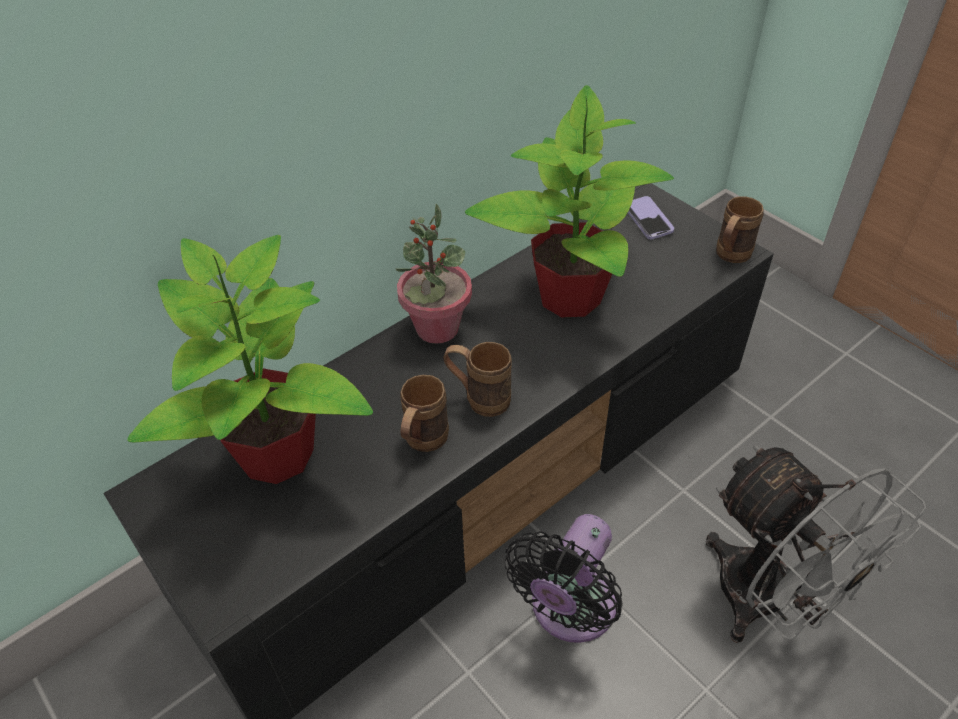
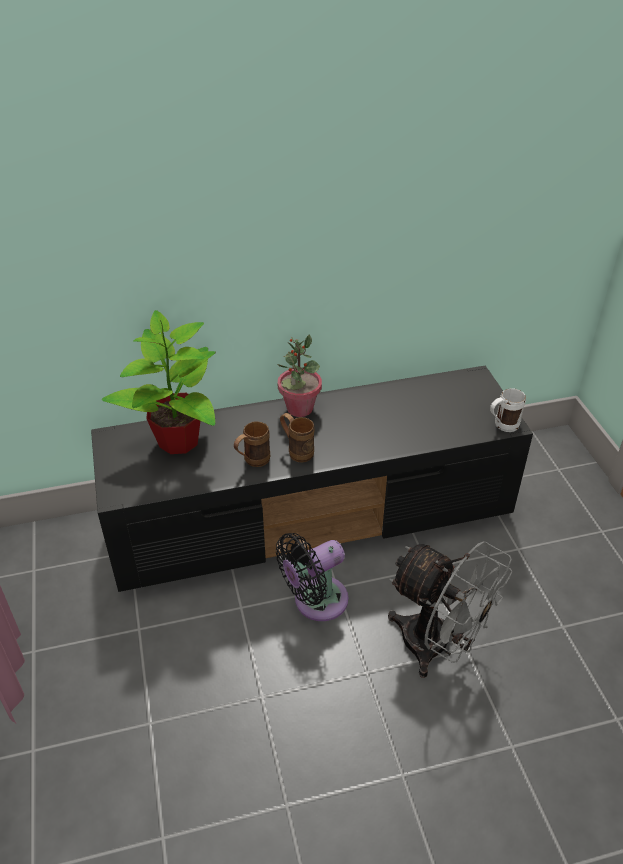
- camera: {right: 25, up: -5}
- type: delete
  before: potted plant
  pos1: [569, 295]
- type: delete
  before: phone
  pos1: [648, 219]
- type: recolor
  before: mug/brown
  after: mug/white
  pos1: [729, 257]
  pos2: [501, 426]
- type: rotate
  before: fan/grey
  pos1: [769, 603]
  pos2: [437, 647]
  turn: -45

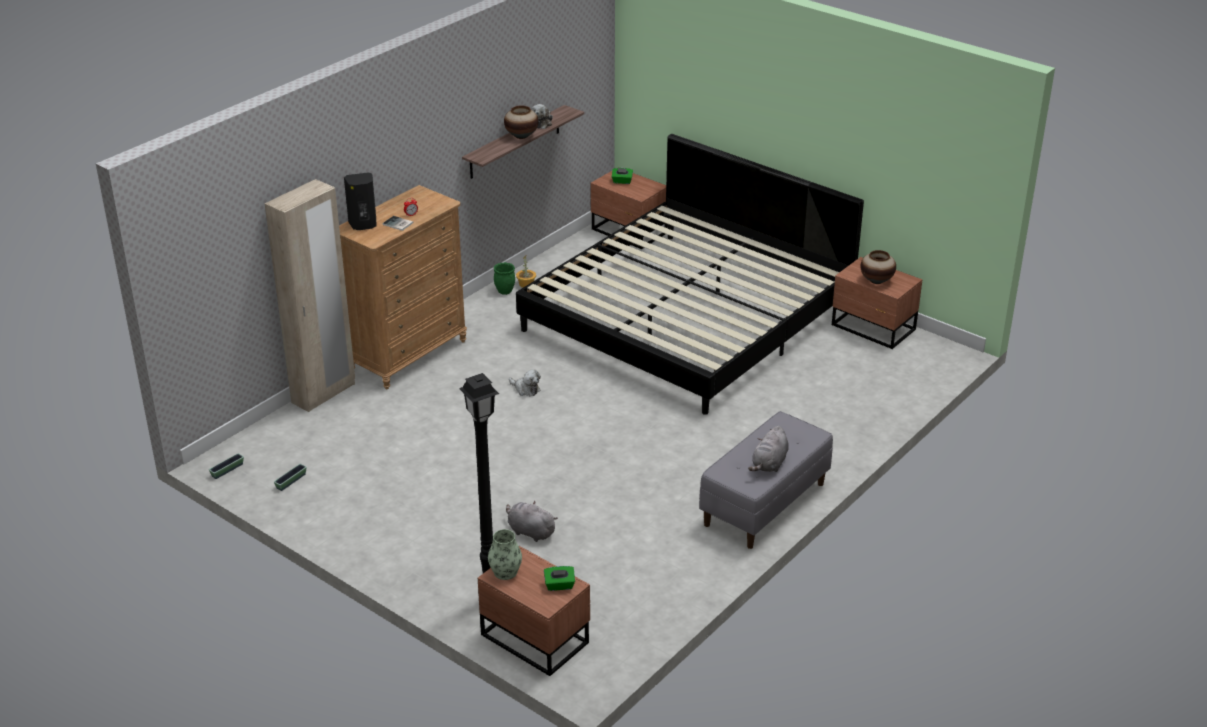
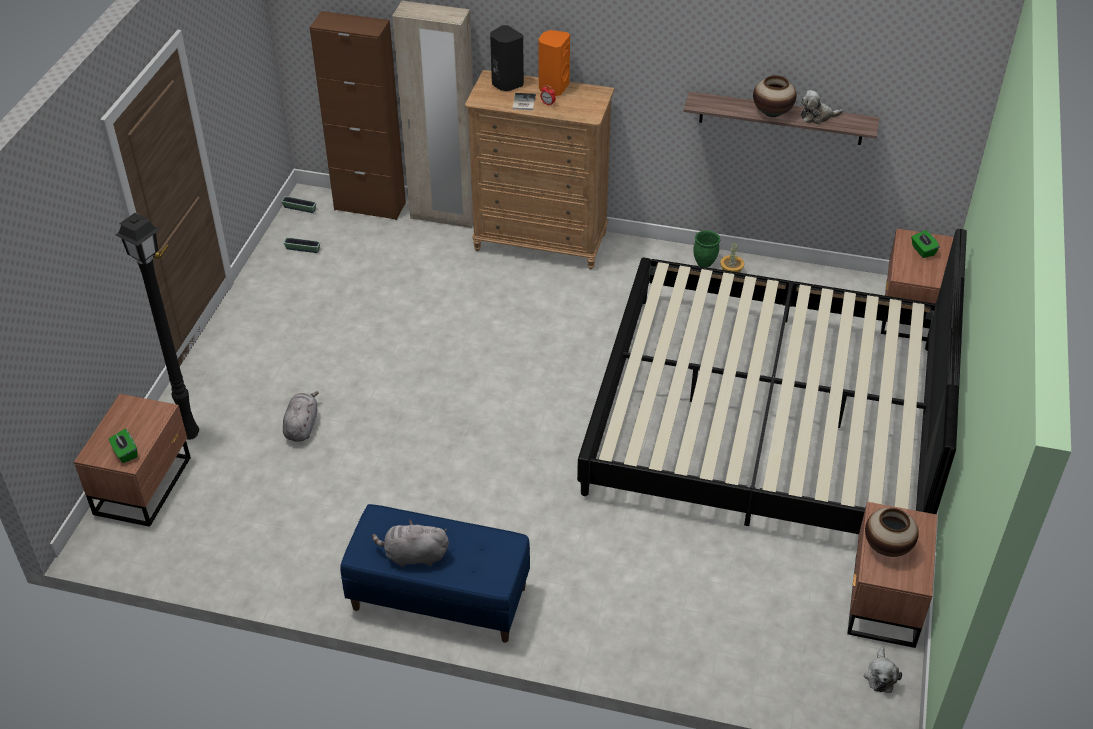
- camera: {right: 65, up: 10}
- type: delete
  before: vase
  pos1: [505, 572]
- type: insert
  after: cabinet/brown
  pos2: [370, 206]
- type: insert
  after: speaker/orange
  pos2: [553, 87]
- type: move
  before: plush toy
  pos1: [525, 389]
  pos2: [880, 675]
- type: recolor
  before: bench/grey
  after: bench/blue
  pos1: [764, 505]
  pos2: [438, 598]

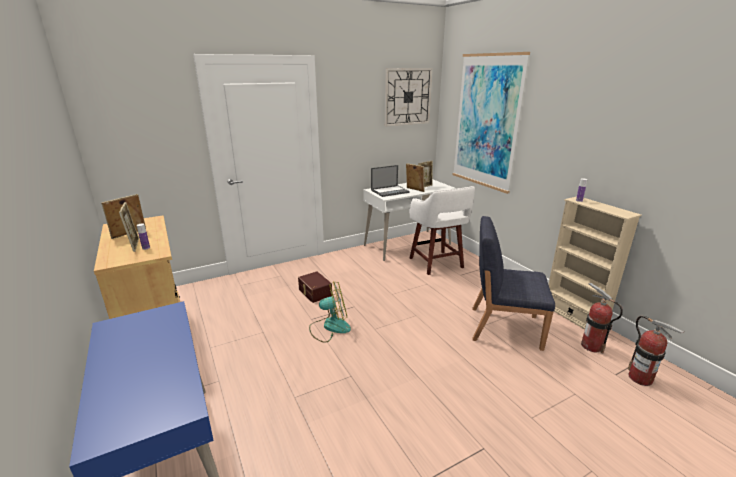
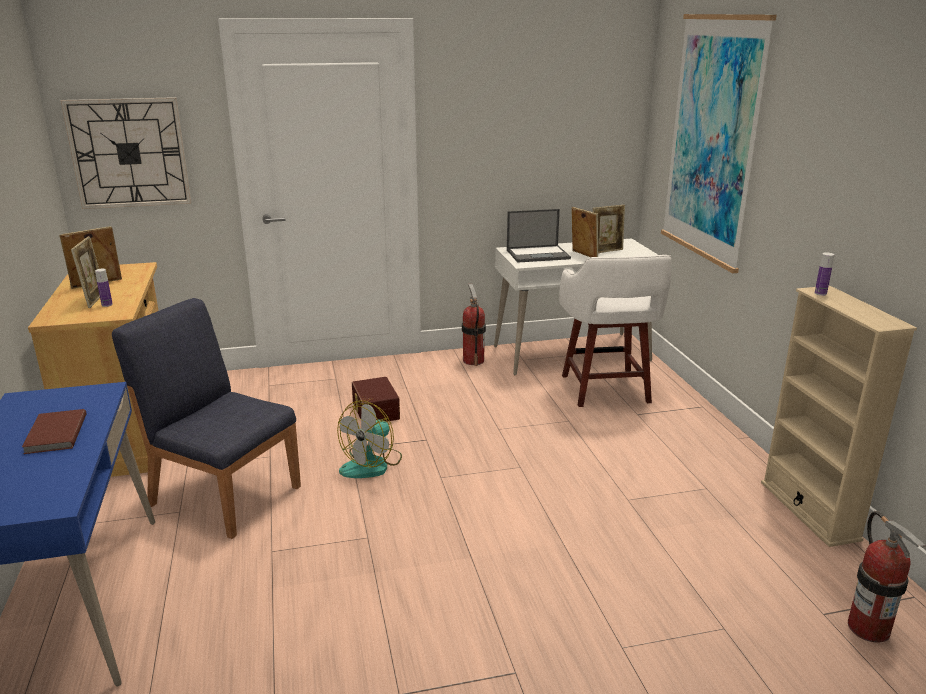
- camera: {right: 15, up: 0}
- type: insert
  after: book/brown
  pos2: [54, 434]
- type: move
  before: wall clock
  pos1: [407, 97]
  pos2: [129, 153]
- type: move
  before: chair/blue
  pos1: [503, 327]
  pos2: [224, 494]
- type: move
  before: fire extinguisher
  pos1: [591, 346]
  pos2: [473, 360]
- type: rotate
  before: fan
  pos1: [330, 327]
  pos2: [372, 464]
  turn: 120

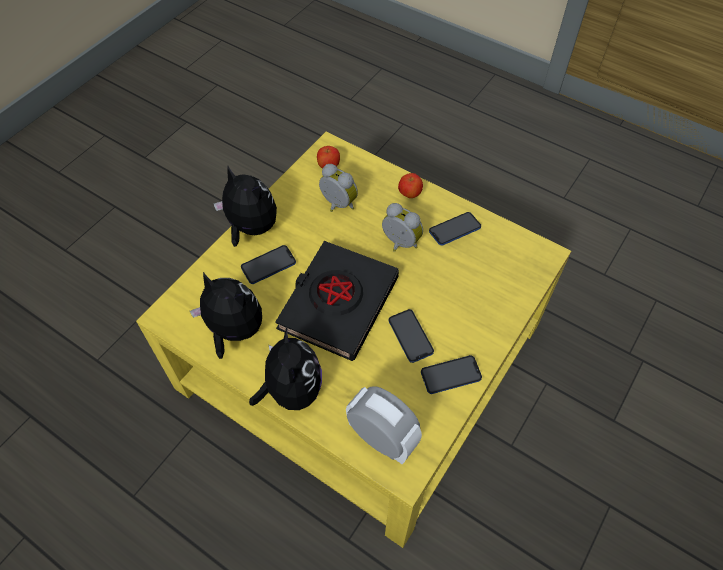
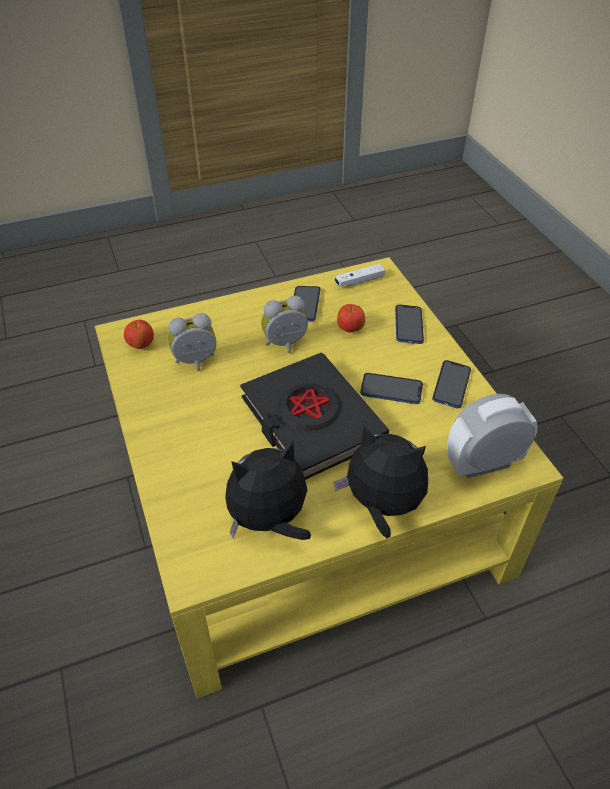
- camera: {right: -55, up: -10}
- type: delete
  before: plush toy
  pos1: [250, 228]
- type: insert
  after: game controller/white
  pos2: [359, 281]
- type: move
  before: phone
  pos1: [268, 265]
  pos2: [408, 325]
- type: move
  before: apple
  pos1: [409, 194]
  pos2: [350, 329]

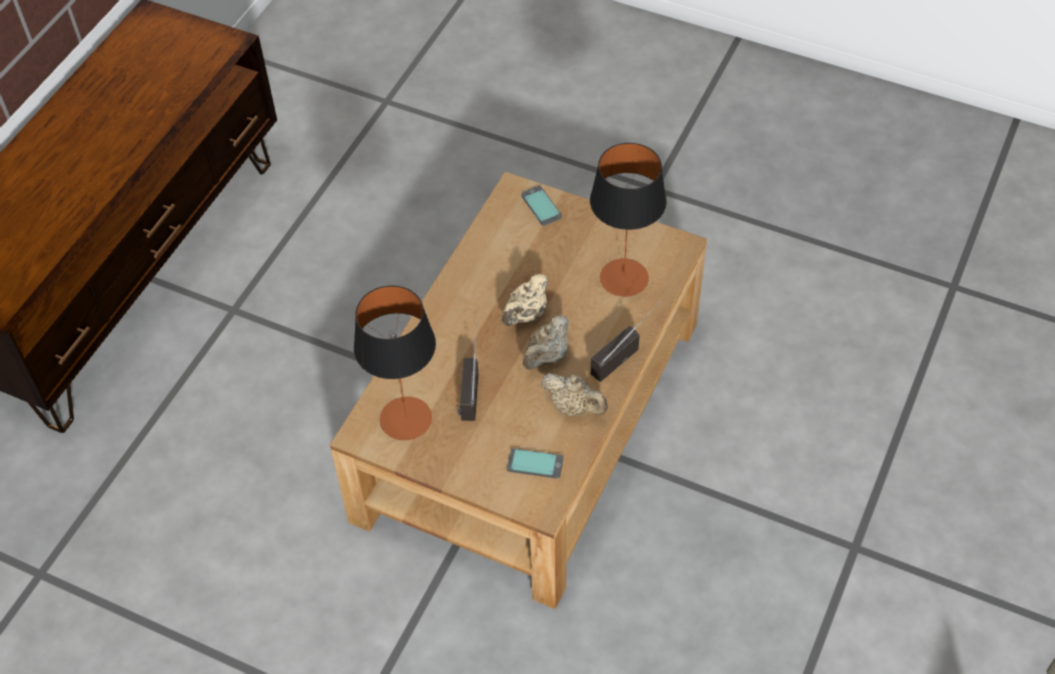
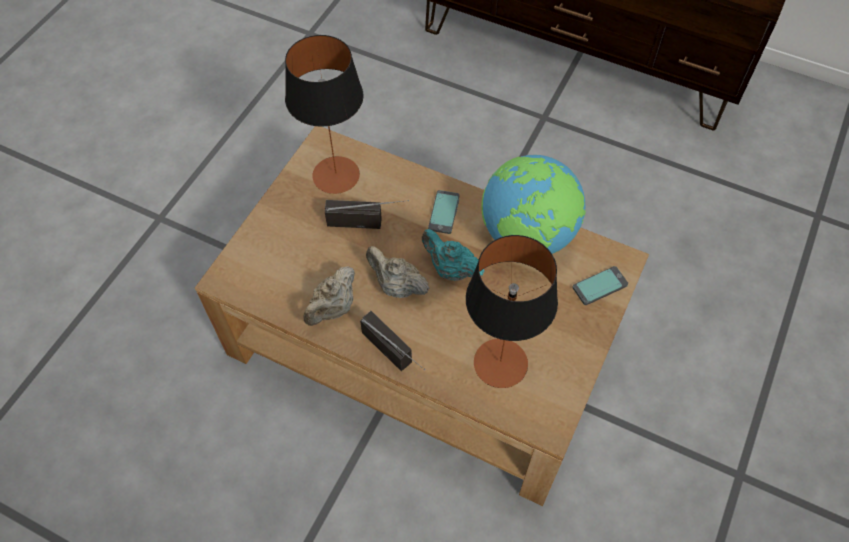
- camera: {right: 90, up: 5}
- type: insert
  after: globe
  pos2: [528, 236]
- type: move
  before: phone
  pos1: [535, 464]
  pos2: [444, 212]
- type: recolor
  before: teapot/beige
  after: teapot/turquoise
  pos1: [526, 315]
  pos2: [451, 269]

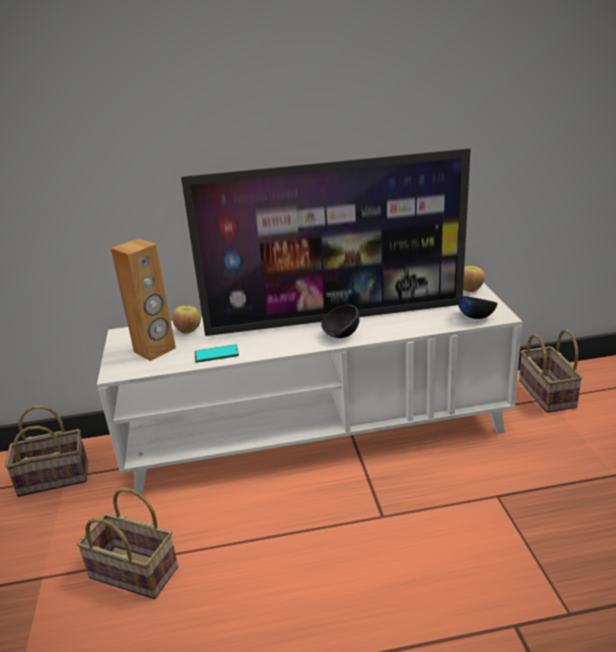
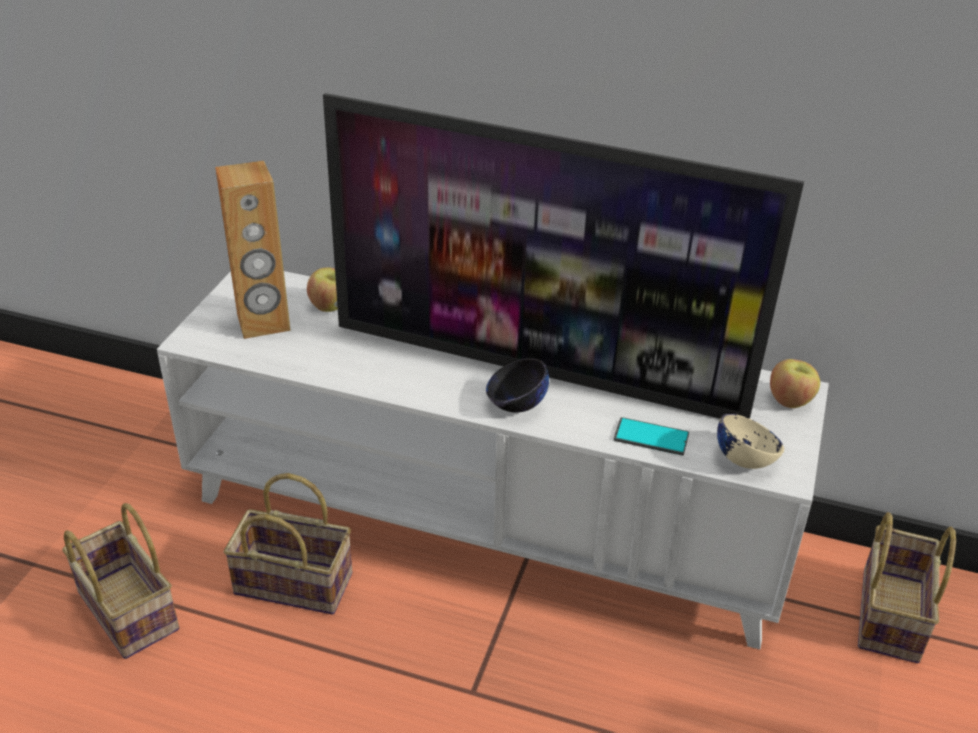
- camera: {right: 25, up: 10}
- type: move
  before: basket
  pos1: [55, 477]
  pos2: [297, 582]
- type: move
  before: phone
  pos1: [216, 354]
  pos2: [651, 437]
- type: recolor
  before: bowl/black
  after: bowl/beige
  pos1: [476, 317]
  pos2: [745, 459]

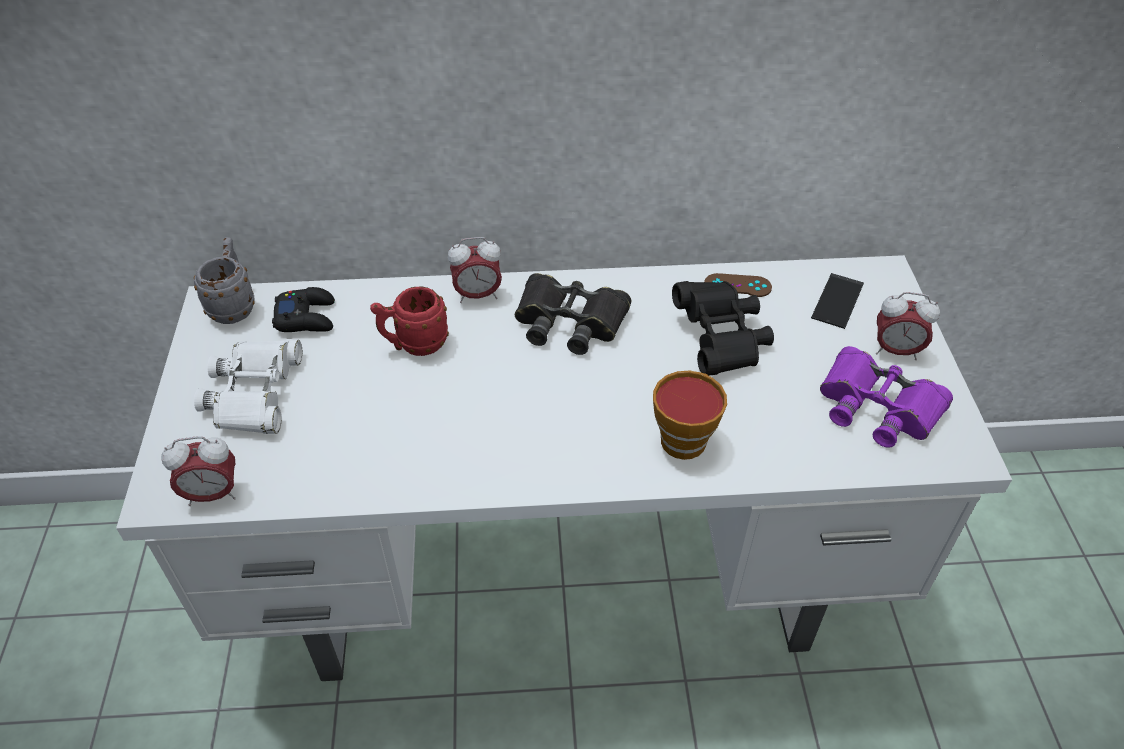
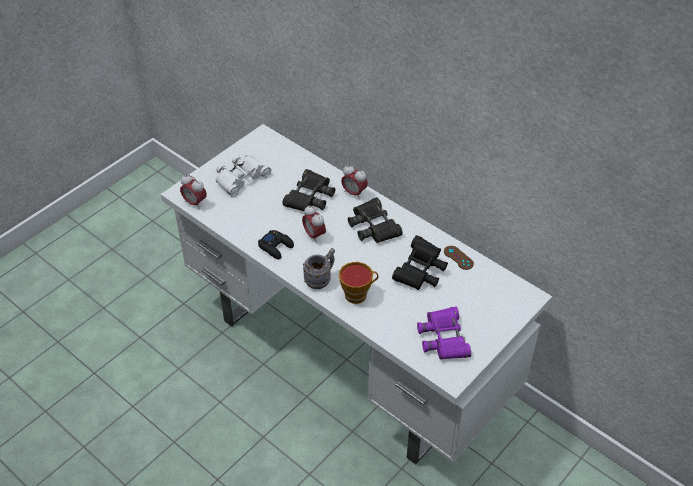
- camera: {right: 45, up: 0}
- type: delete
  before: phone
  pos1: [837, 301]
- type: move
  before: mug/grey
  pos1: [234, 305]
  pos2: [321, 279]
- type: move
  before: game controller/black
  pos1: [306, 317]
  pos2: [276, 247]
- type: move
  before: alarm clock
  pos1: [895, 351]
  pos2: [314, 235]
- type: replace
  before: mug/red
  after: binoculars/black
  pos1: [414, 344]
  pos2: [309, 196]

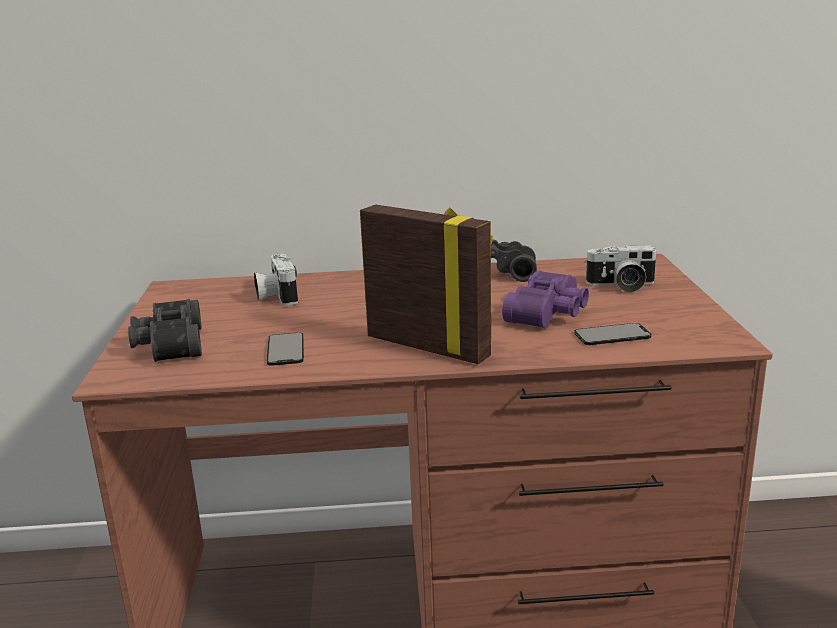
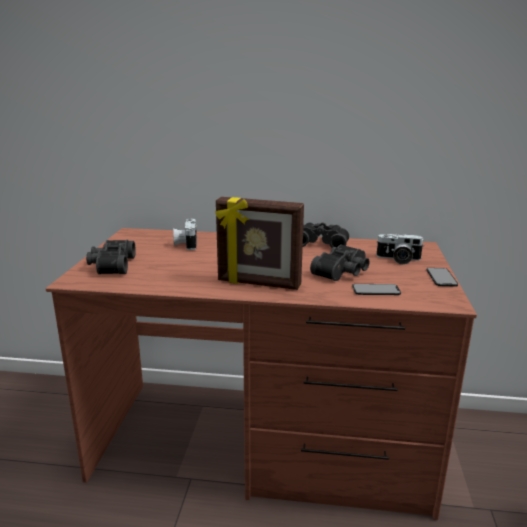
- camera: {right: 10, up: 0}
- type: move
  before: phone
  pos1: [285, 349]
  pos2: [441, 277]
- type: recolor
  before: binoculars/purple
  after: binoculars/black
  pos1: [550, 314]
  pos2: [343, 272]
- type: rotate
  before: picture frame
  pos1: [429, 346]
  pos2: [258, 284]
  turn: 150

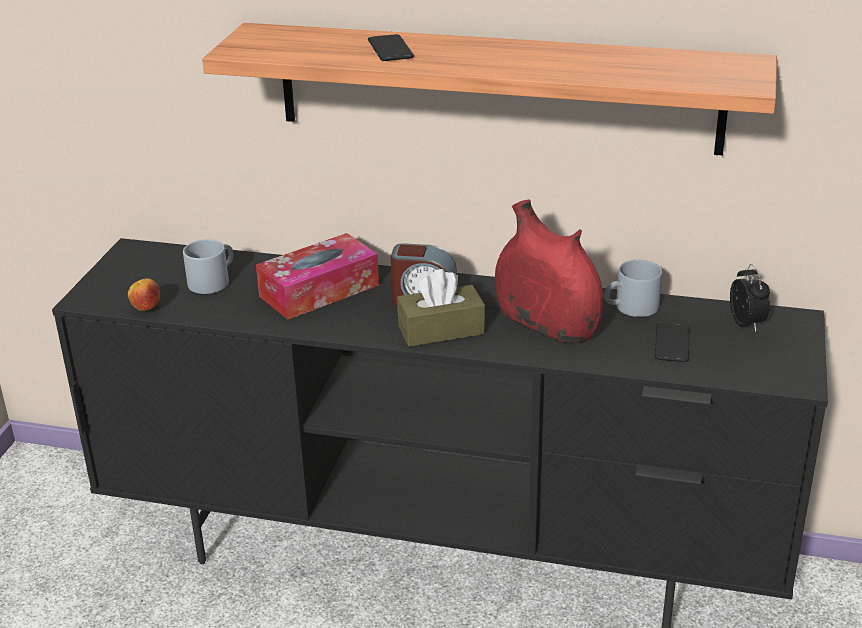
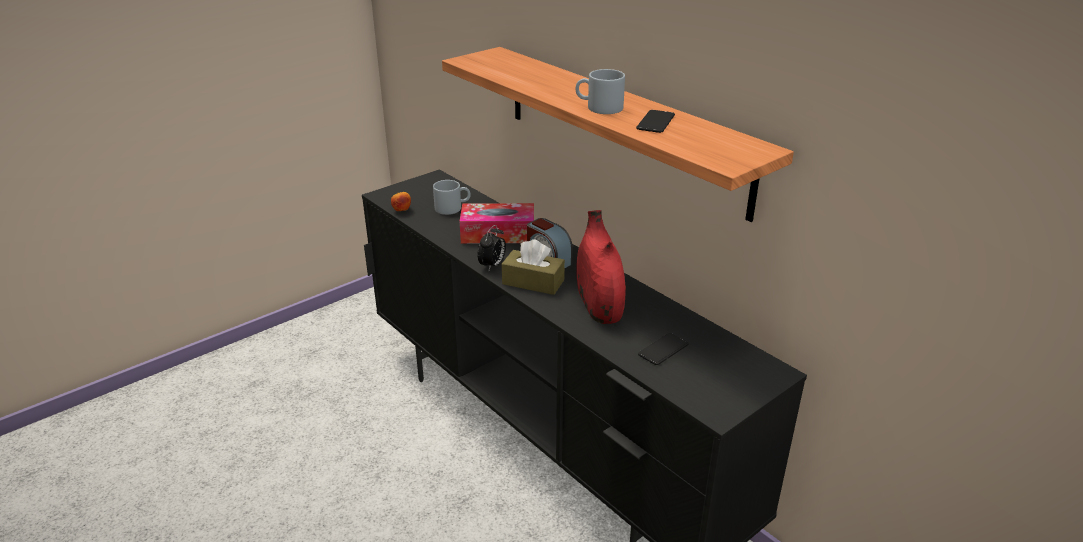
- camera: {right: 35, up: 0}
- type: move
  before: phone
  pos1: [390, 49]
  pos2: [655, 122]
- type: move
  before: mug/grey
  pos1: [630, 308]
  pos2: [599, 107]
- type: move
  before: alarm clock
  pos1: [747, 324]
  pos2: [492, 265]

